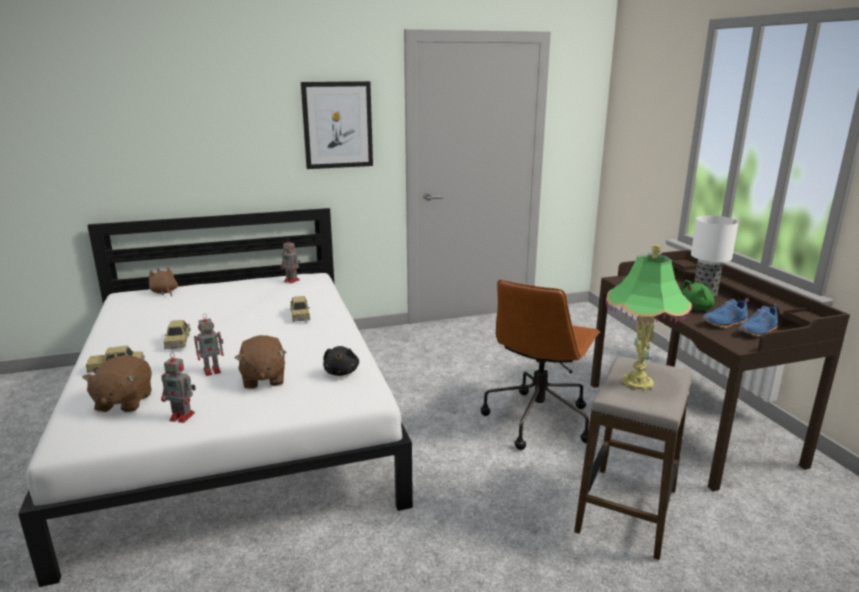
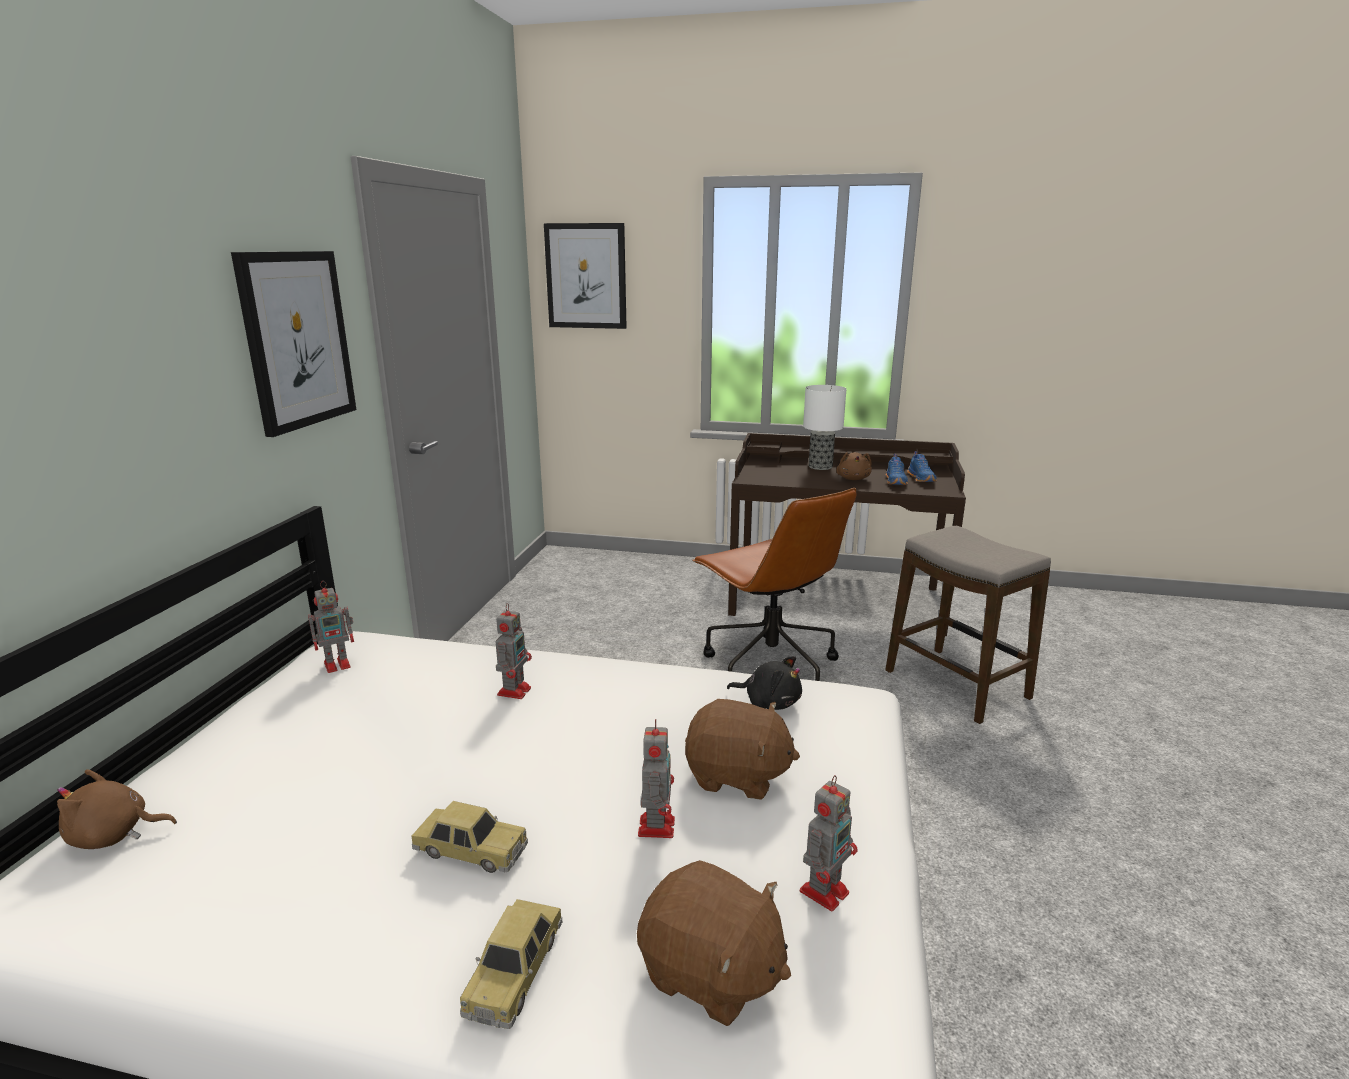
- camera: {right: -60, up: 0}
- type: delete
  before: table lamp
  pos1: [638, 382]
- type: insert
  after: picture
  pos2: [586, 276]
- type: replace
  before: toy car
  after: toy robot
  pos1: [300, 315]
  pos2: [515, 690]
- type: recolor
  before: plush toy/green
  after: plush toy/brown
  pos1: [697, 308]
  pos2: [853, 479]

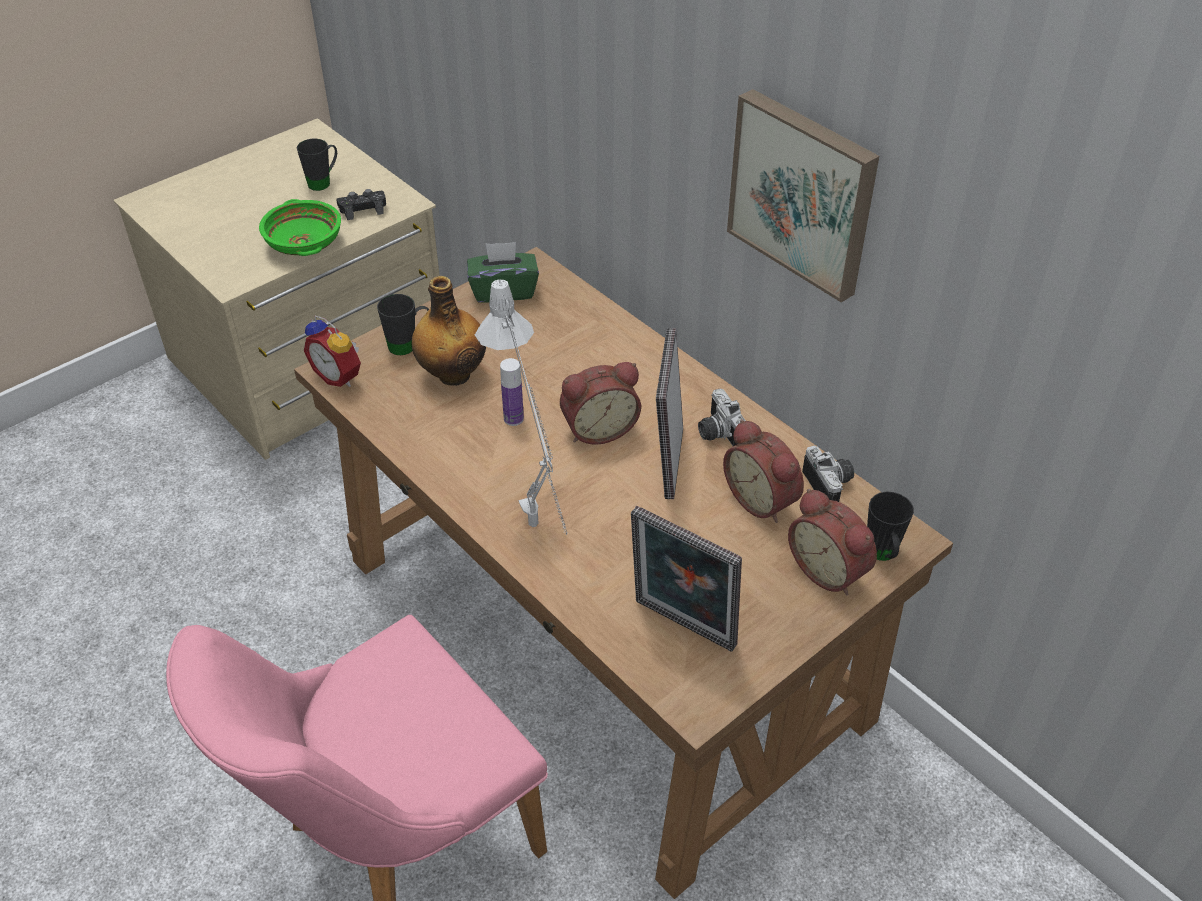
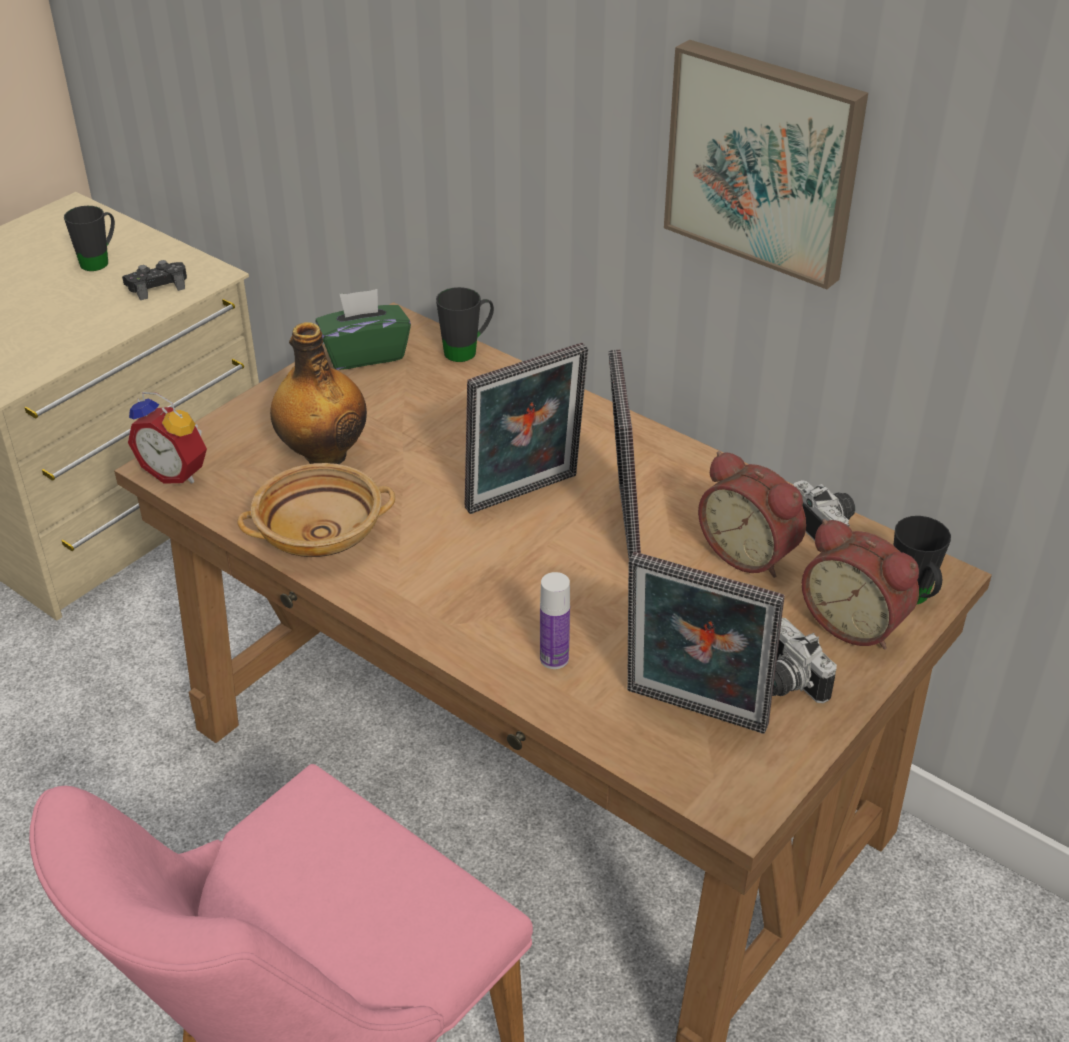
- camera: {right: -10, up: -5}
- type: delete
  before: bowl/green
  pos1: [305, 244]
- type: delete
  before: table lamp/grey
  pos1: [538, 536]
- type: insert
  after: bowl/beige
  pos2: [321, 534]
- type: move
  before: mug/black
  pos1: [409, 345]
  pos2: [468, 350]
- type: move
  before: bottle
  pos1: [513, 419]
  pos2: [554, 658]
- type: move
  before: photo camera
  pos1: [717, 432]
  pos2: [785, 682]
- type: replace
  before: alarm clock
  after: picture frame
  pos1: [598, 428]
  pos2: [525, 496]

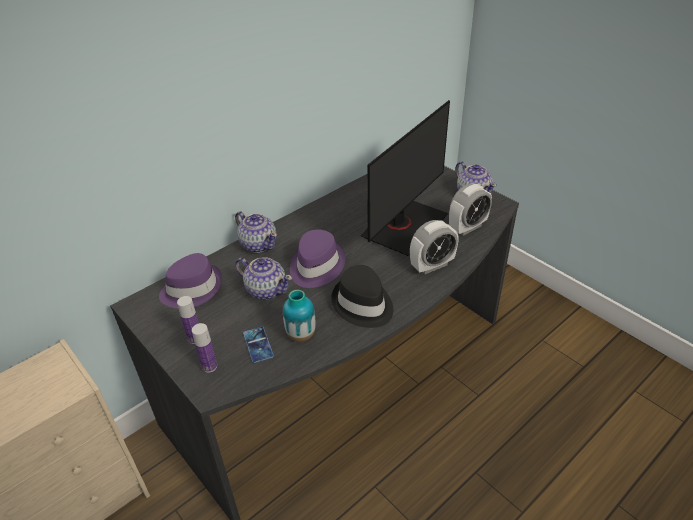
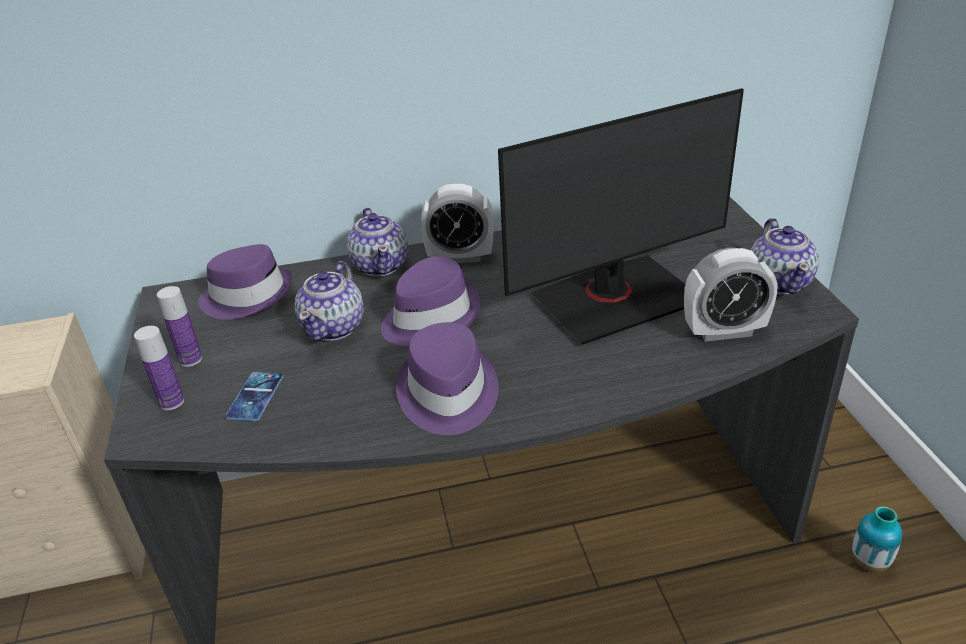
- camera: {right: 30, up: -5}
- type: move
  before: vase
  pos1: [301, 335]
  pos2: [869, 562]
- type: move
  before: alarm clock
  pos1: [432, 265]
  pos2: [460, 257]
- type: recolor
  before: hat/black
  after: hat/purple
  pos1: [362, 305]
  pos2: [447, 393]
- type: rotate
  before: teapot
  pos1: [266, 290]
  pos2: [334, 327]
  turn: 45

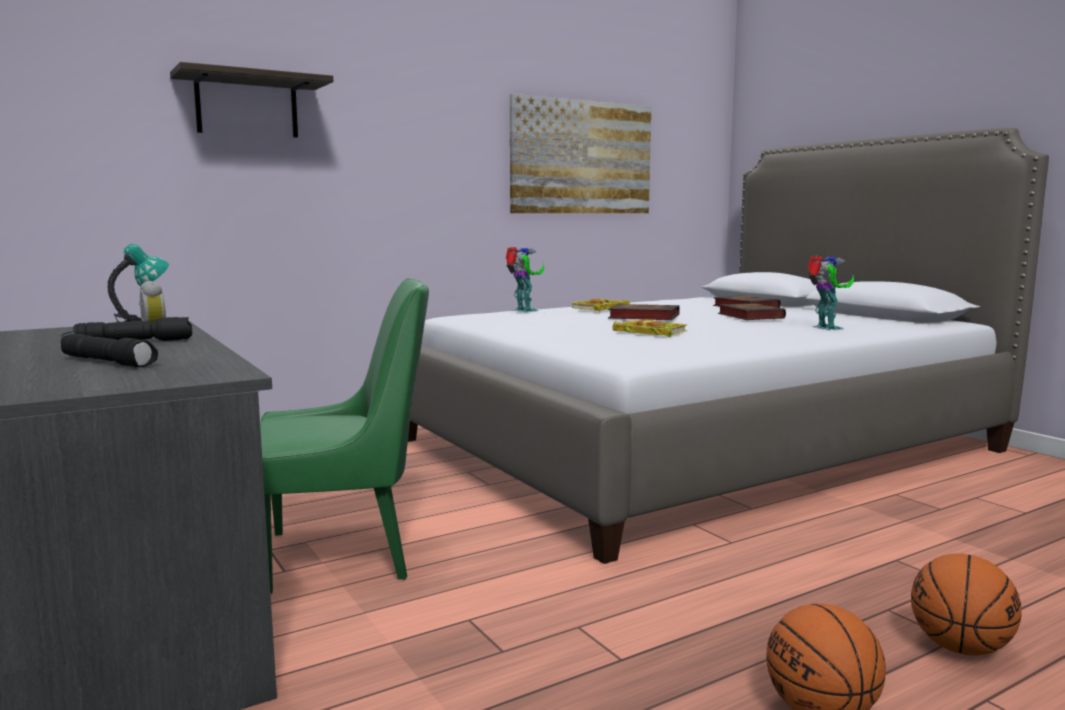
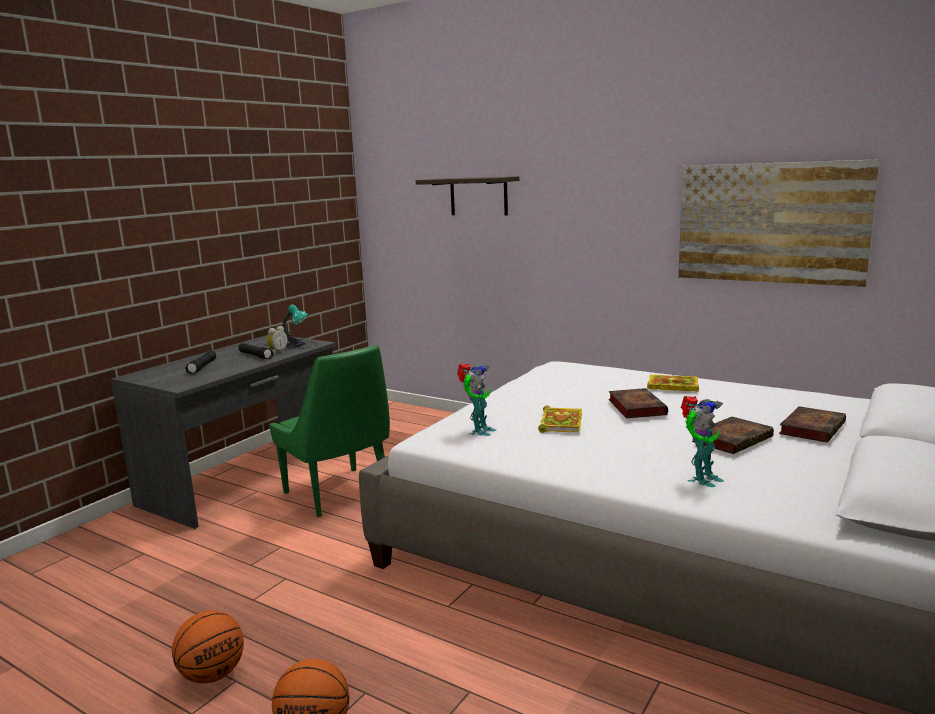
- camera: {right: 65, up: 5}
- type: move
  before: toy robot
  pos1: [523, 311]
  pos2: [478, 431]

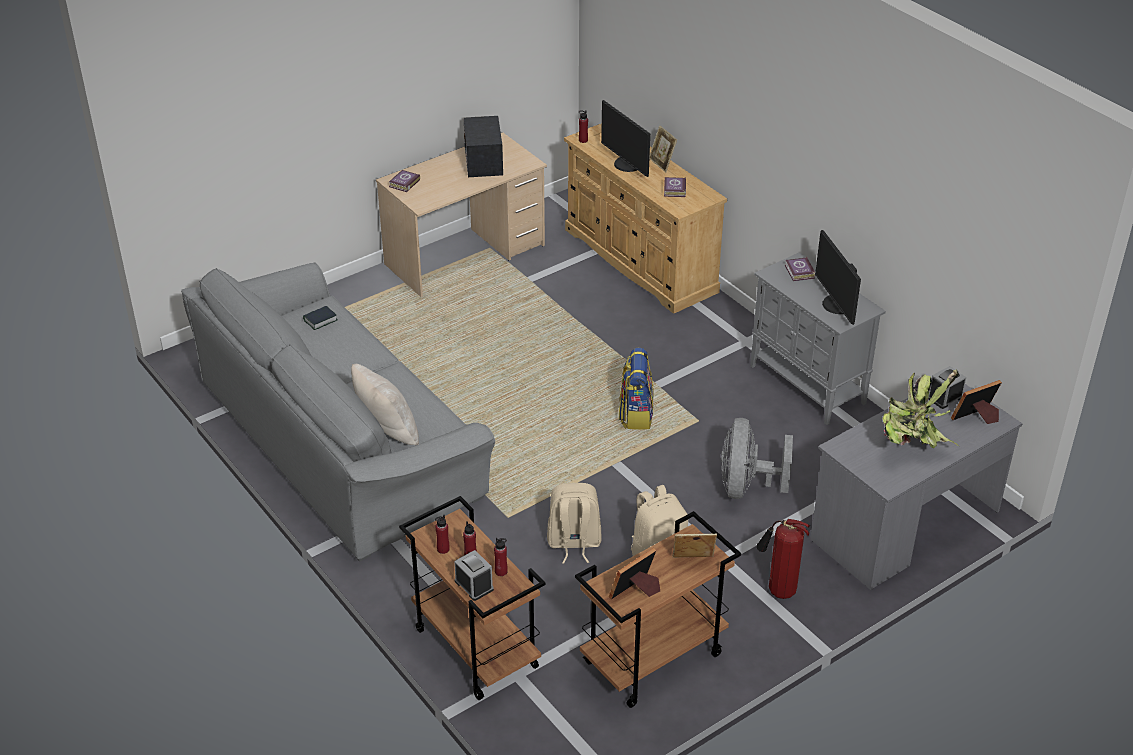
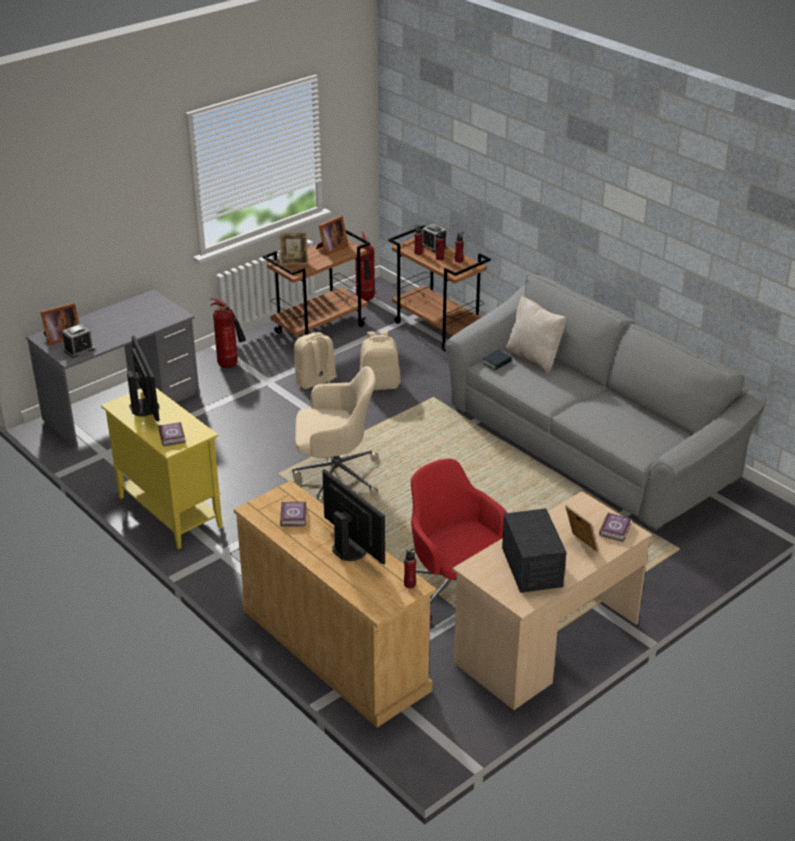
- camera: {right: 175, up: -5}
- type: delete
  before: fan/grey
  pos1: [746, 486]
- type: delete
  before: potted plant
  pos1: [911, 445]
- type: insert
  after: fire extinguisher
  pos2: [366, 300]
- type: insert
  after: office chair/red
  pos2: [454, 590]
- type: move
  before: book
  pos1: [320, 320]
  pos2: [496, 363]
- type: move
  before: picture frame
  pos1: [662, 164]
  pos2: [580, 545]
- type: replace
  before: backpack
  after: office chair/beige
  pos1: [635, 414]
  pos2: [335, 476]
- type: recolor
  before: cabinet/grey
  after: cabinet/yellow
  pos1: [808, 385]
  pos2: [169, 511]

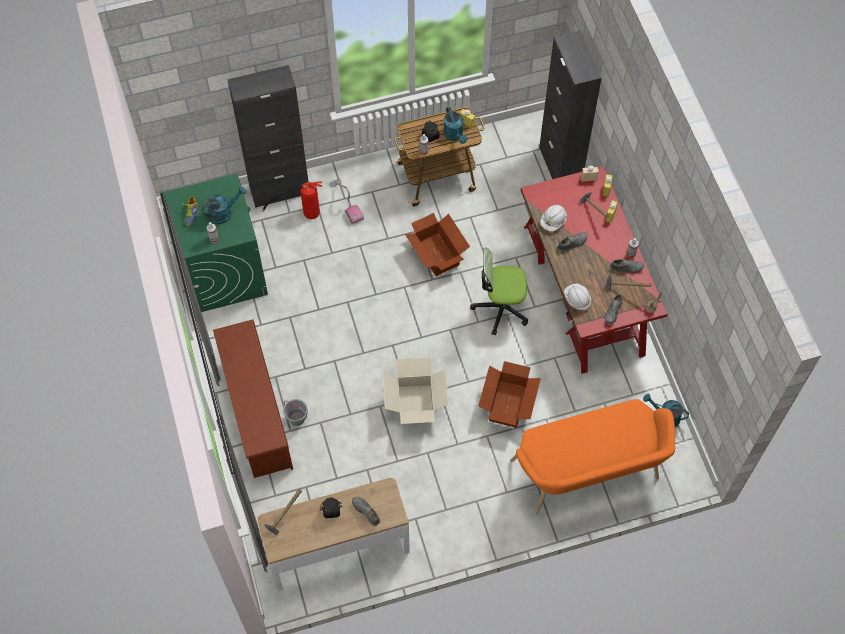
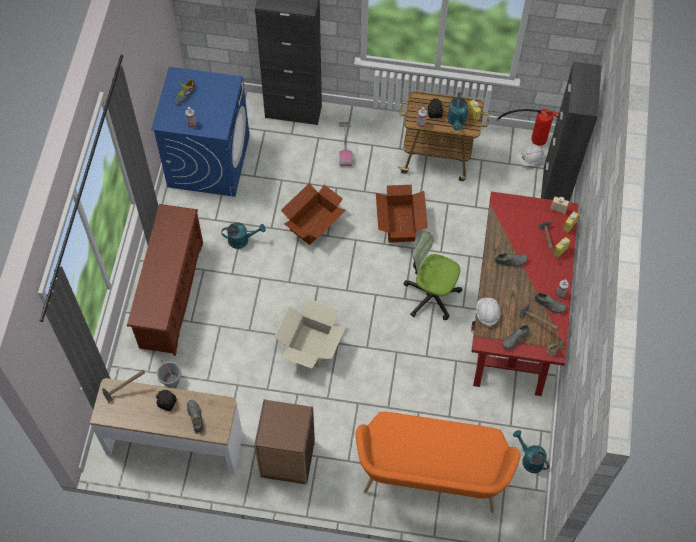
- camera: {right: 25, up: 0}
- type: insert
  after: bookcase/brown
  pos2: [287, 459]
- type: move
  before: watering can/turquoise
  pos1: [224, 213]
  pos2: [242, 240]
- type: move
  before: fire extinguisher
  pos1: [302, 214]
  pos2: [530, 137]
- type: move
  before: bucket/grey
  pos1: [296, 418]
  pos2: [171, 380]
- type: move
  before: cardboard box
  pos1: [507, 404]
  pos2: [313, 223]
- type: move
  before: hard hat/white
  pos1: [553, 221]
  pos2: [530, 159]
- type: recolor
  before: washing machine/green
  after: washing machine/blue
  pos1: [223, 271]
  pos2: [208, 161]

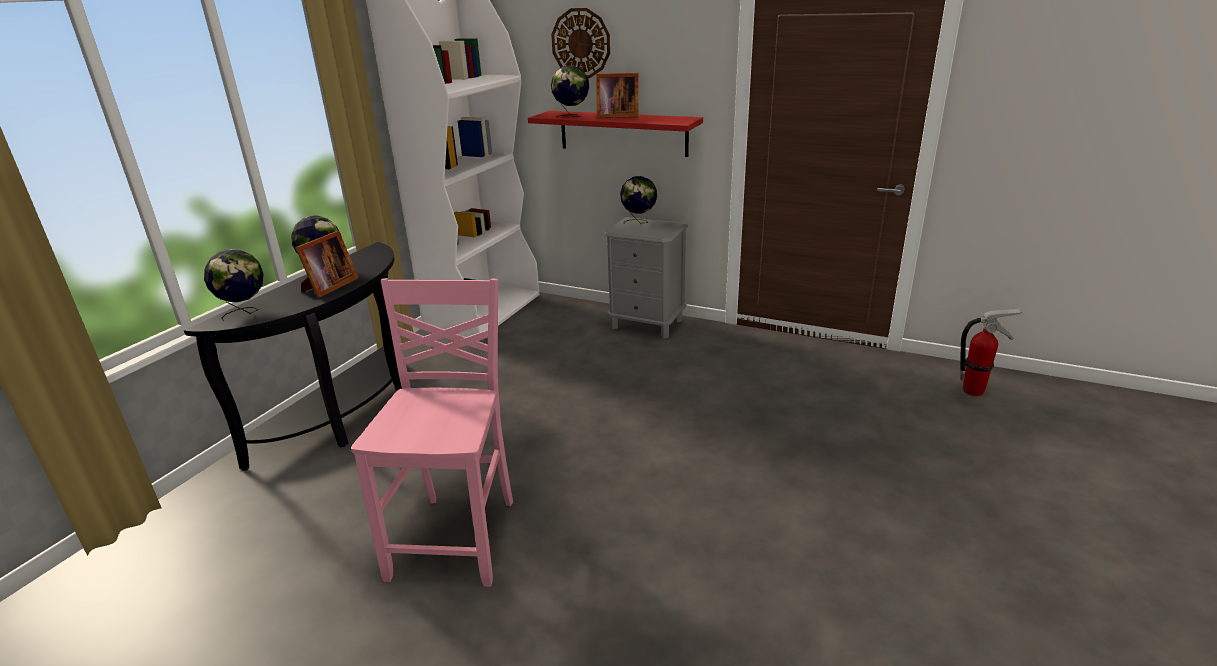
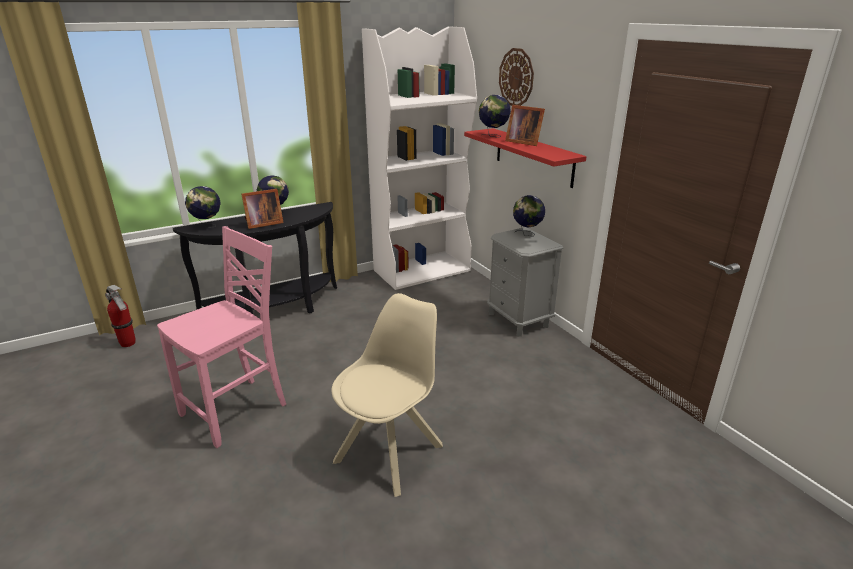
- camera: {right: 35, up: 0}
- type: insert
  after: chair/beige
  pos2: [391, 451]
- type: move
  before: fire extinguisher
  pos1: [974, 391]
  pos2: [128, 344]

